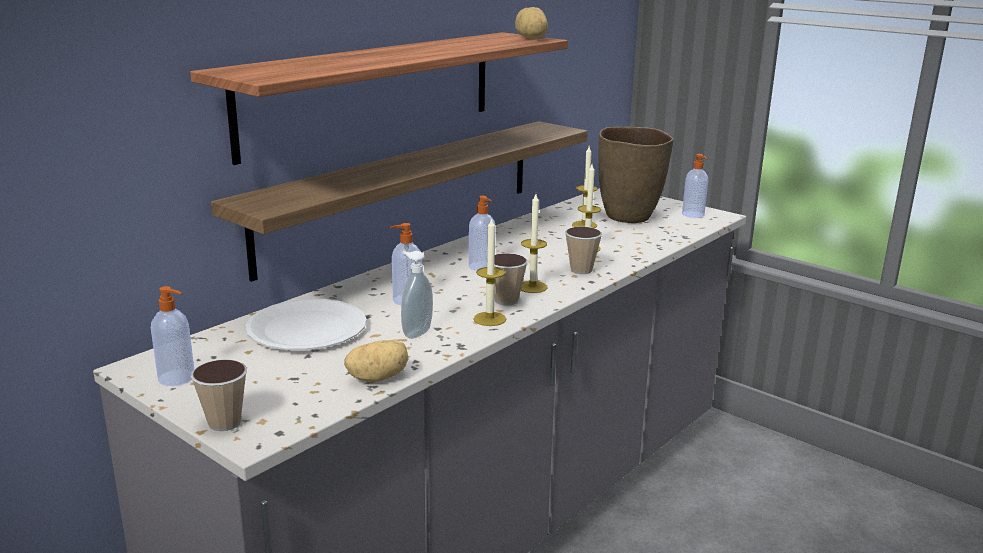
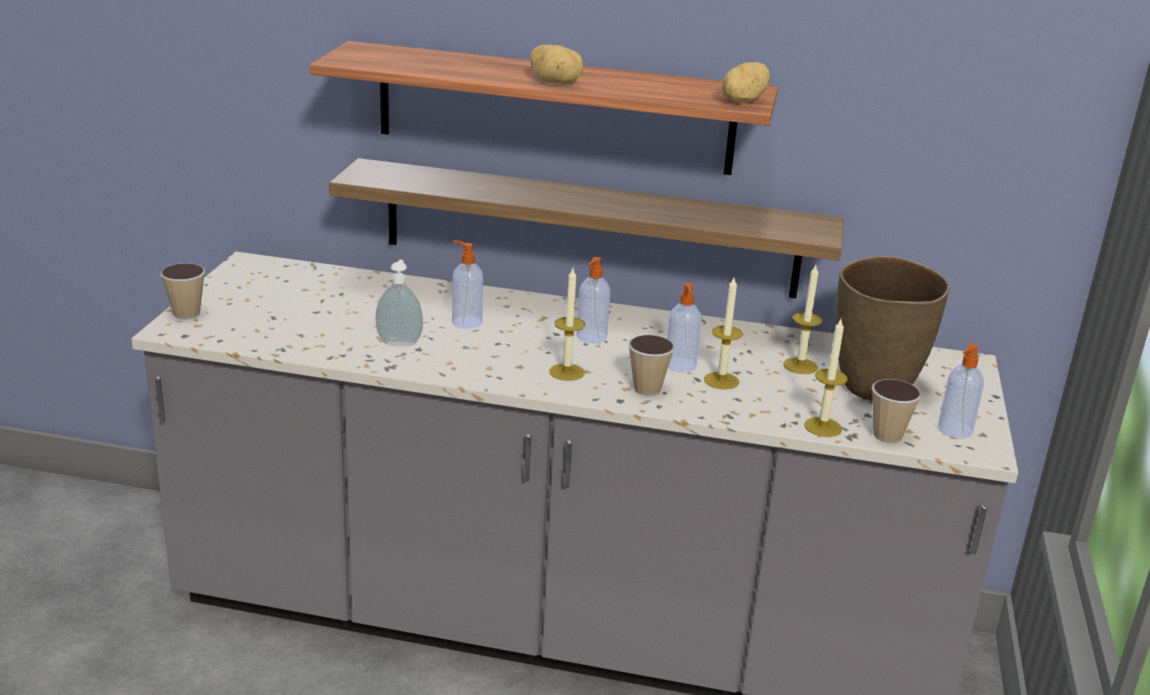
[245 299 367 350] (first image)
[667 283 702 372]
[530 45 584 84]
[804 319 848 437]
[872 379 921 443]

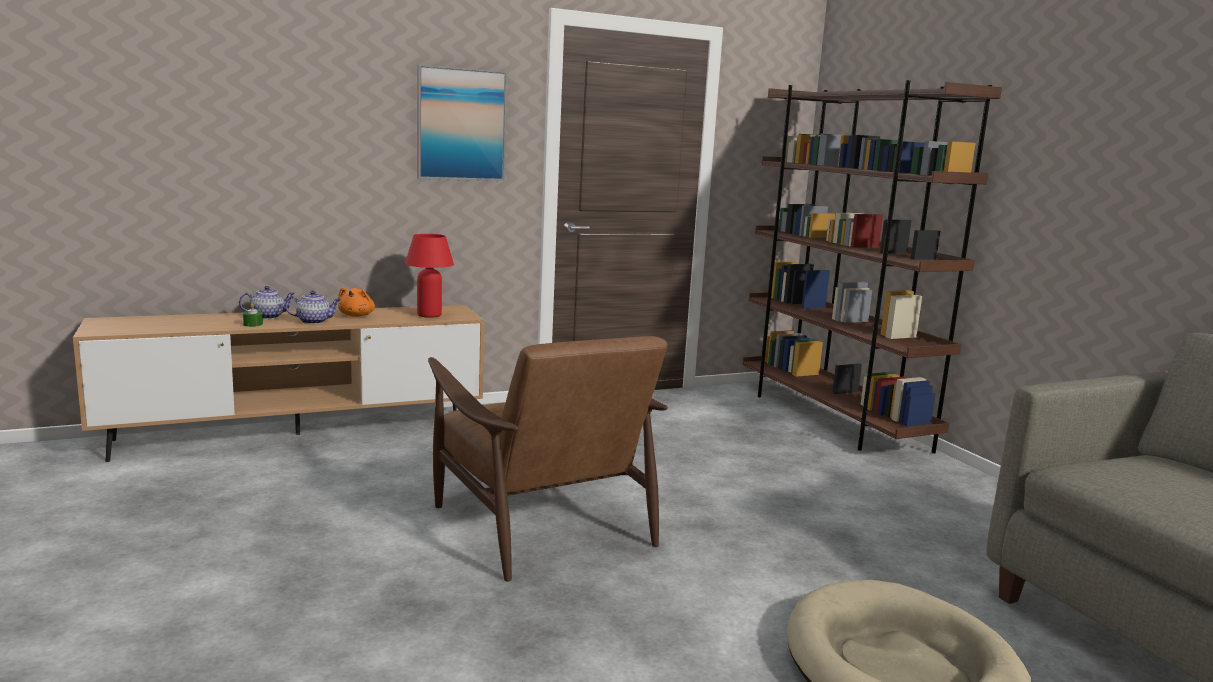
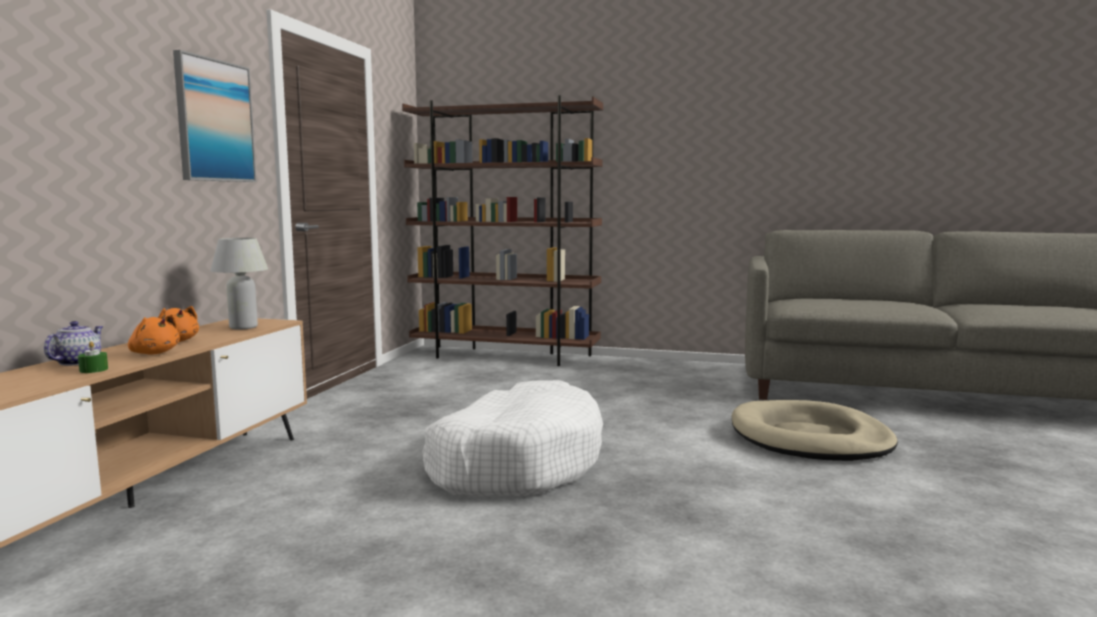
[128 314 180 355]
[422 380 603 497]
[210 238 268 329]

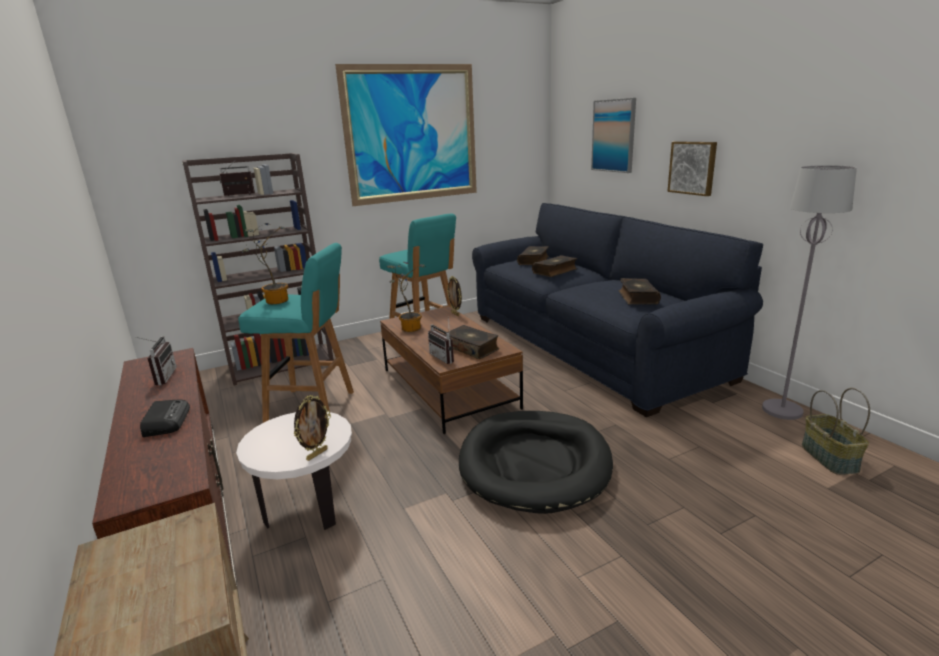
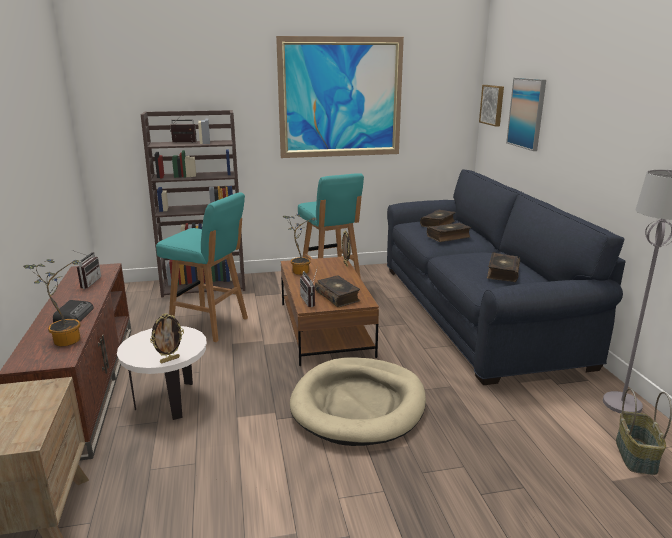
[23 259 81 346]
[479 85 504 127]
[290 357 426 446]

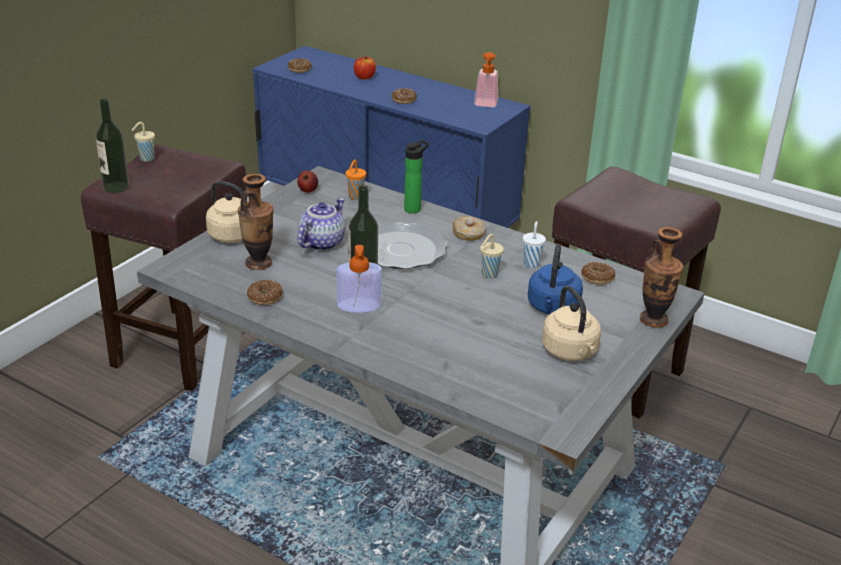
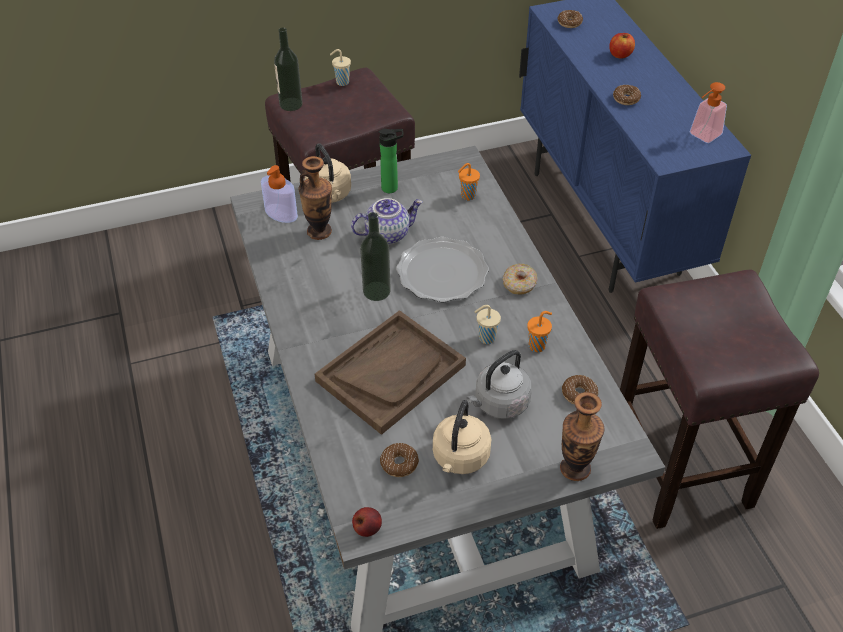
[315 310 466 435]
[380 443 419 477]
[352 507 382 537]
[261 165 298 223]
[379 129 403 193]
[527 311 552 352]
[466 350 532 419]

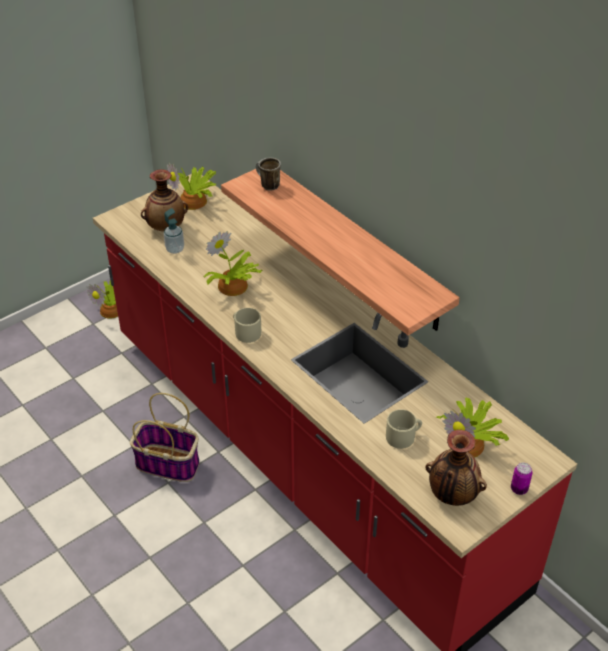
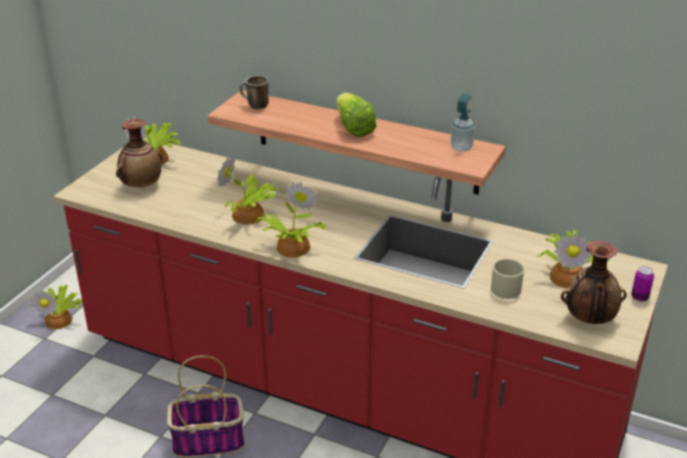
[336 93 377 137]
[451 94 475 152]
[256 182 327 257]

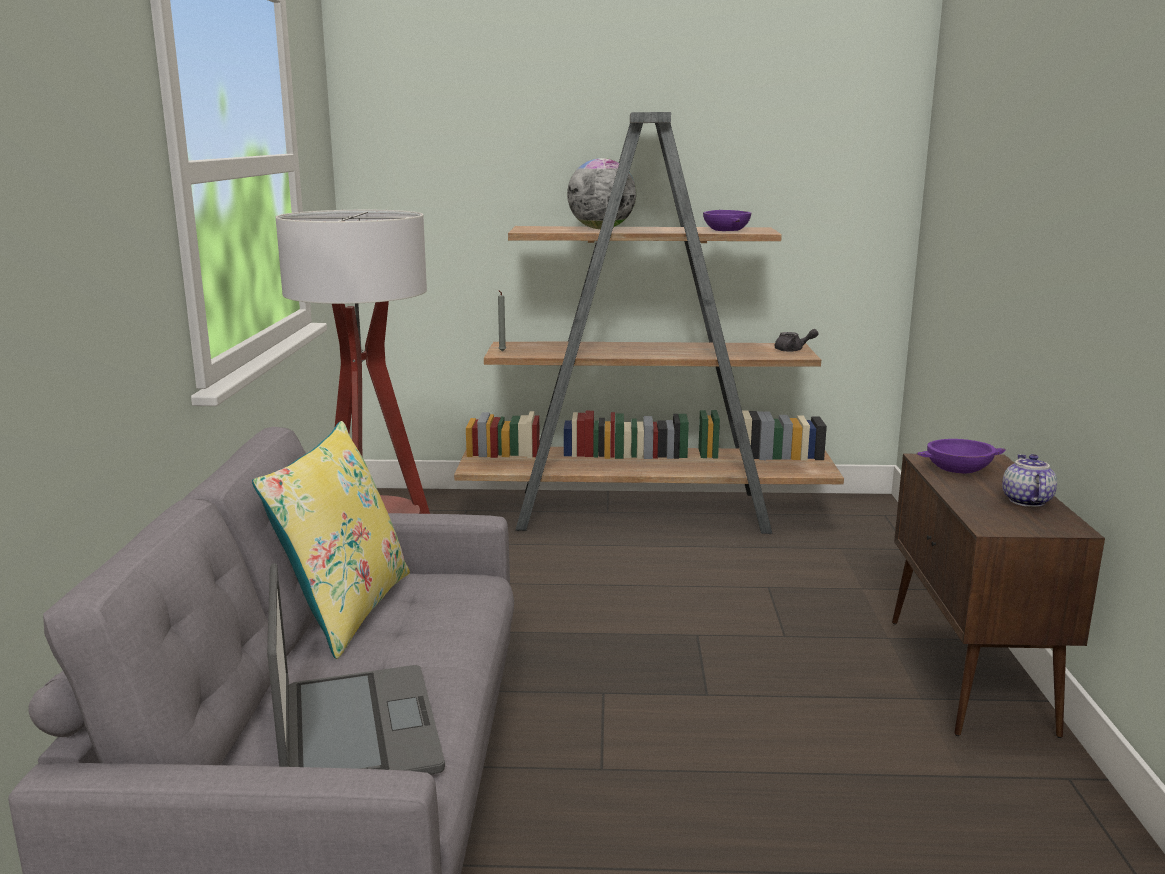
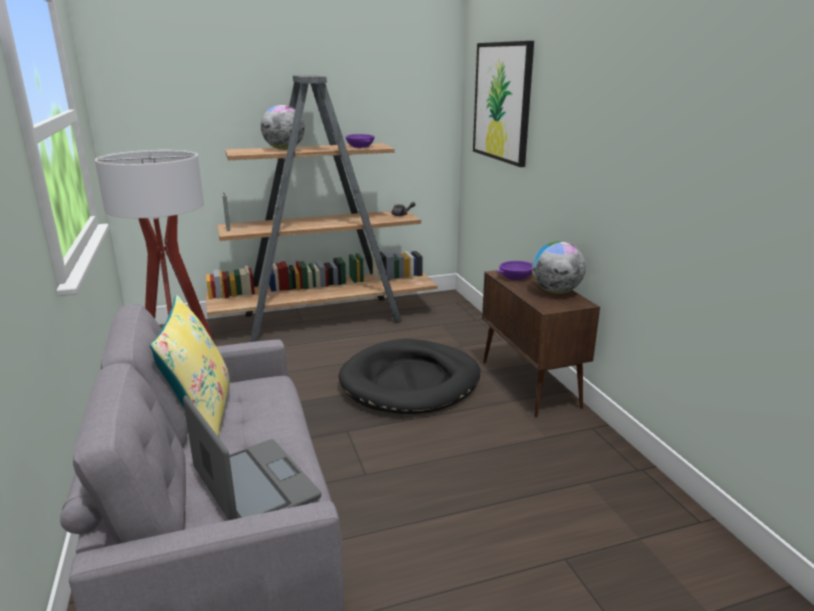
[338 339 480 414]
[473 41 534 167]
[532 241 586 294]

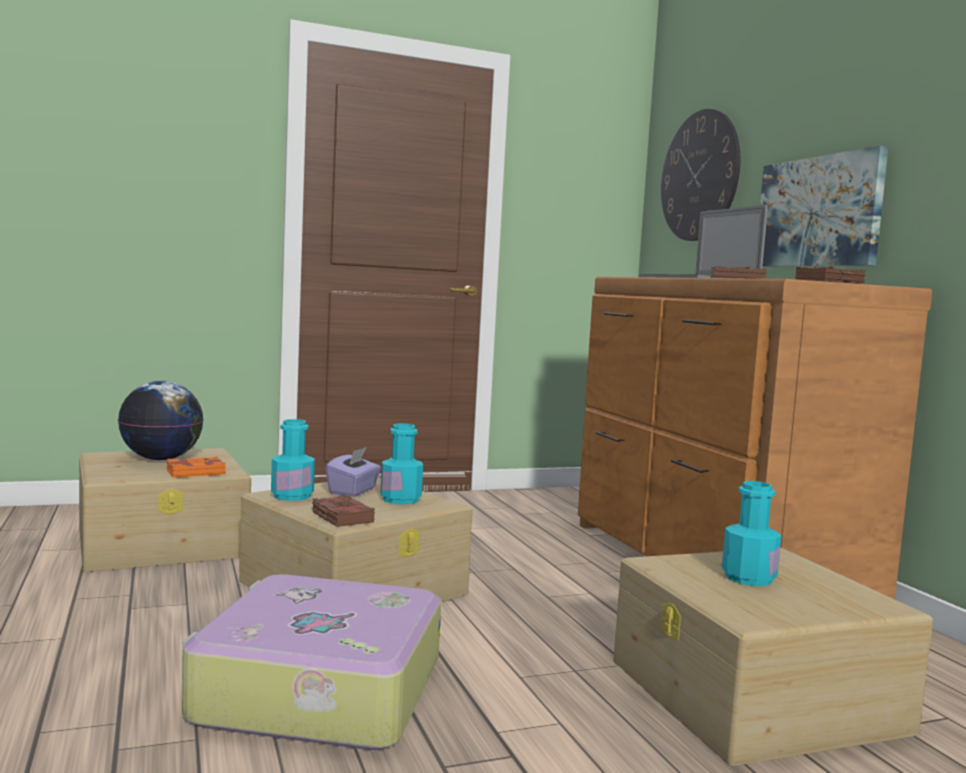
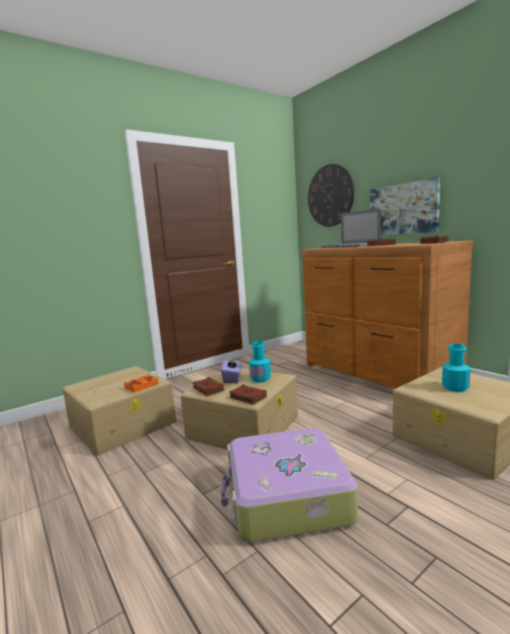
[118 381 204 460] (first image)
[193 377 224 396]

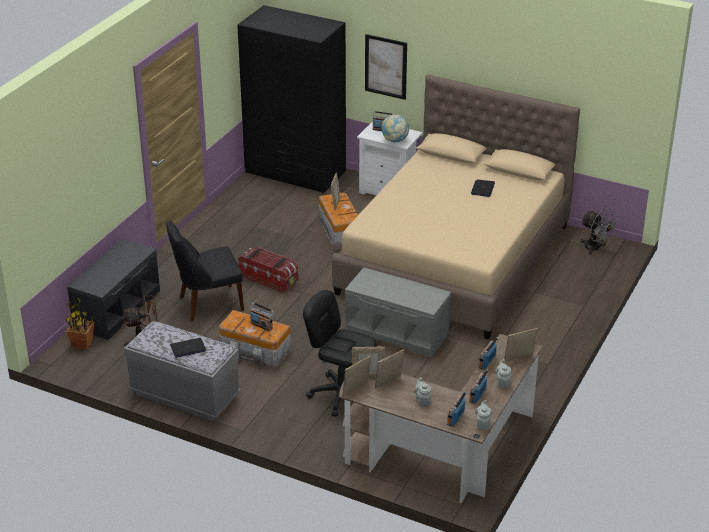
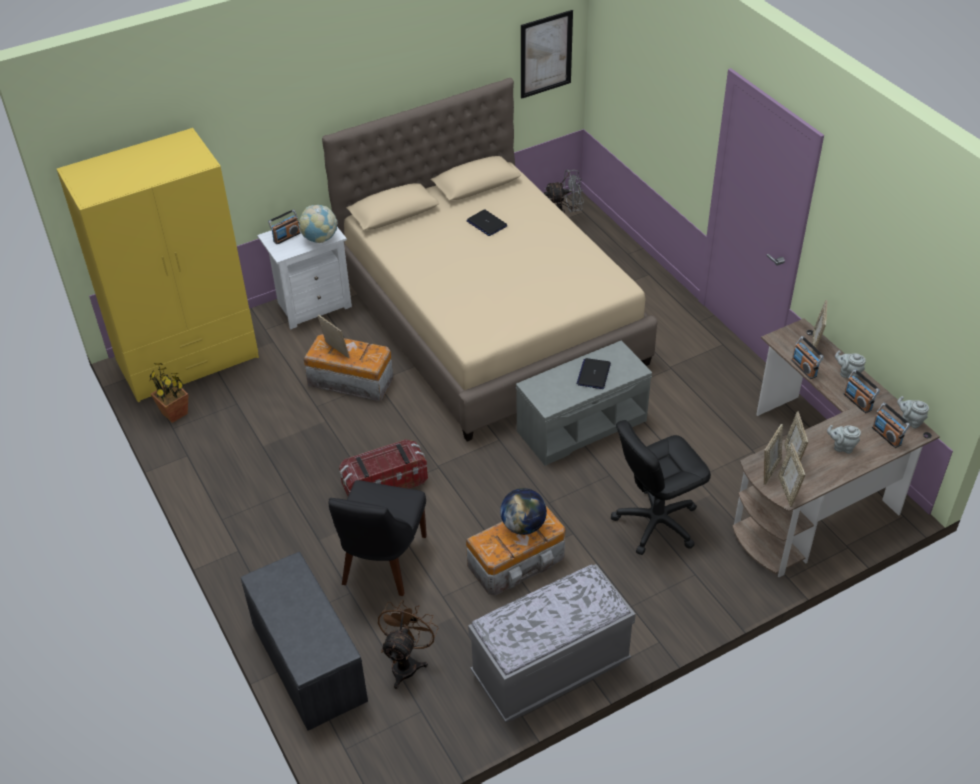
[150 363 188 423]
[576 358 611 389]
[521 10 573 98]
[500 488 547 535]
[57 128 259 402]

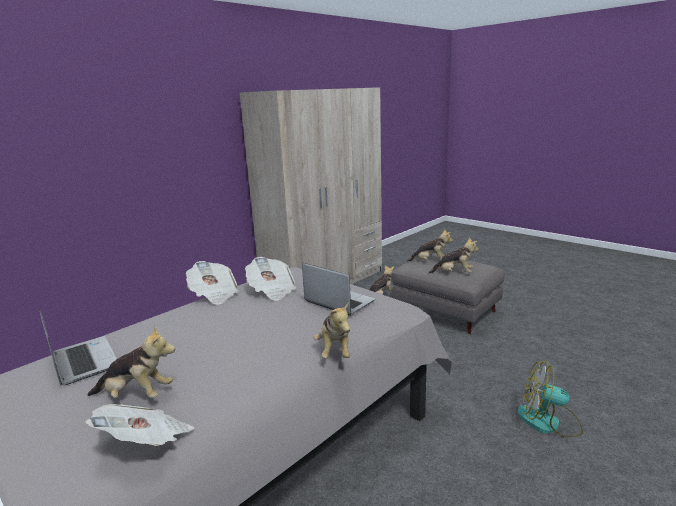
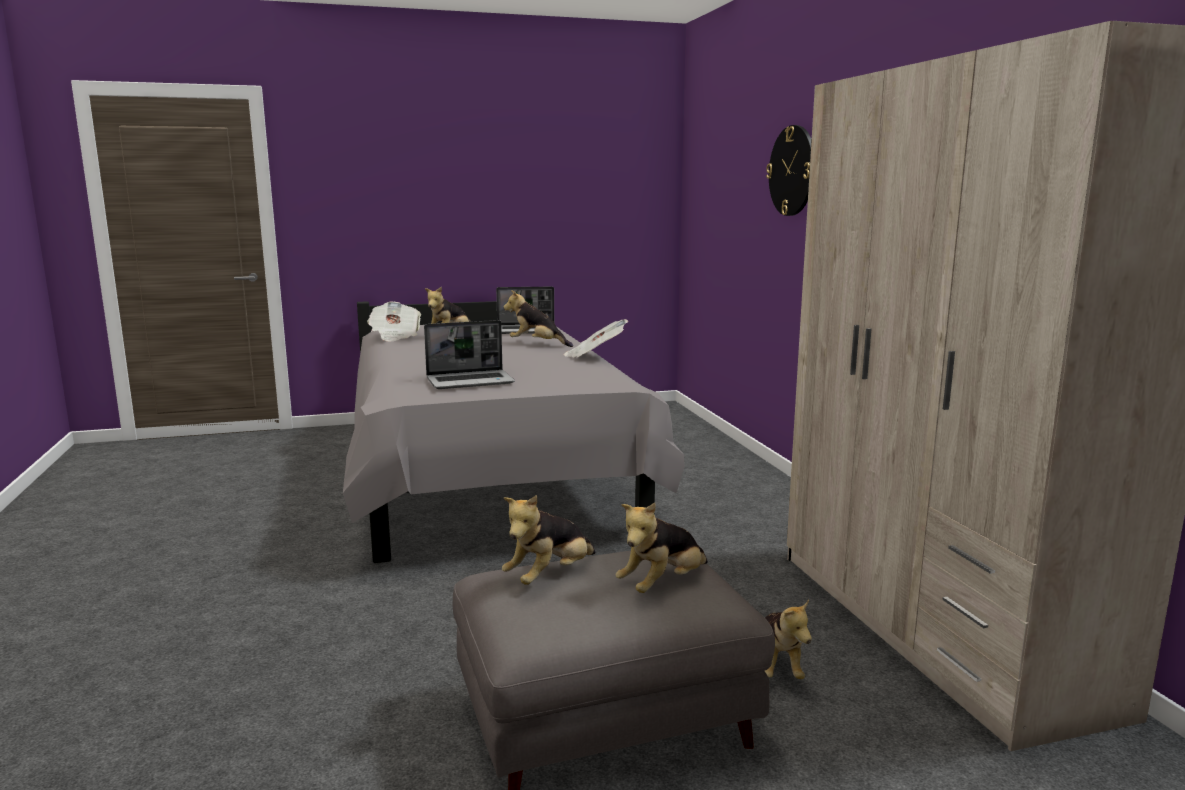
[245 257 296 301] (first image)
[518 360 583 437] (first image)
[766 125 812 216]
[503 290 573 347]

